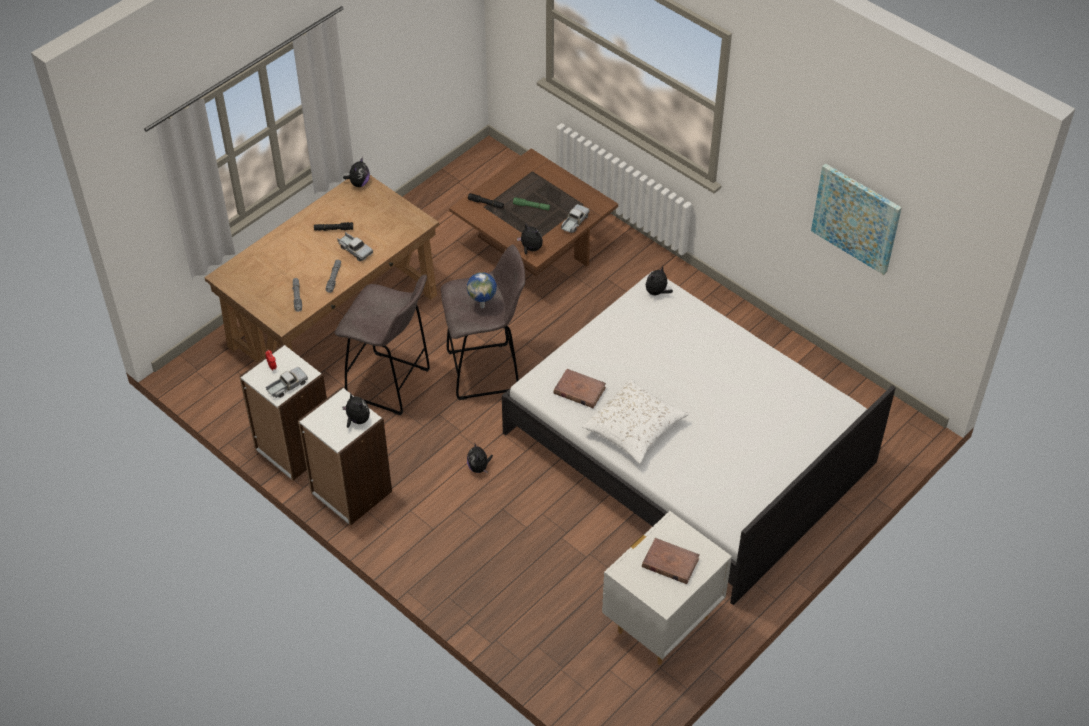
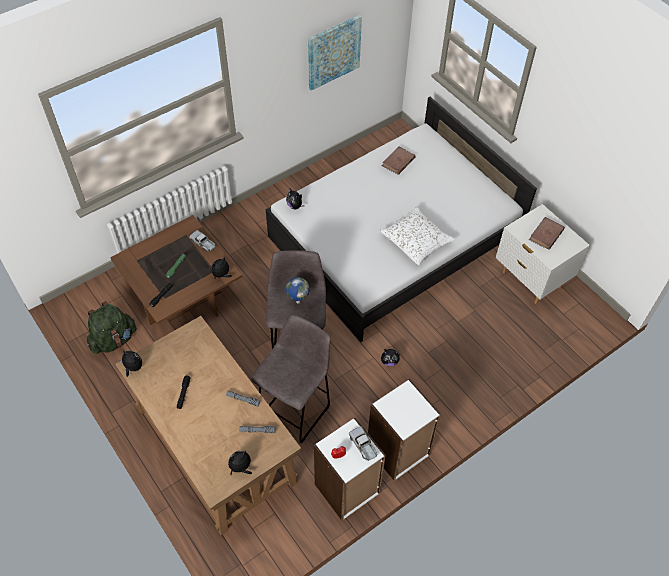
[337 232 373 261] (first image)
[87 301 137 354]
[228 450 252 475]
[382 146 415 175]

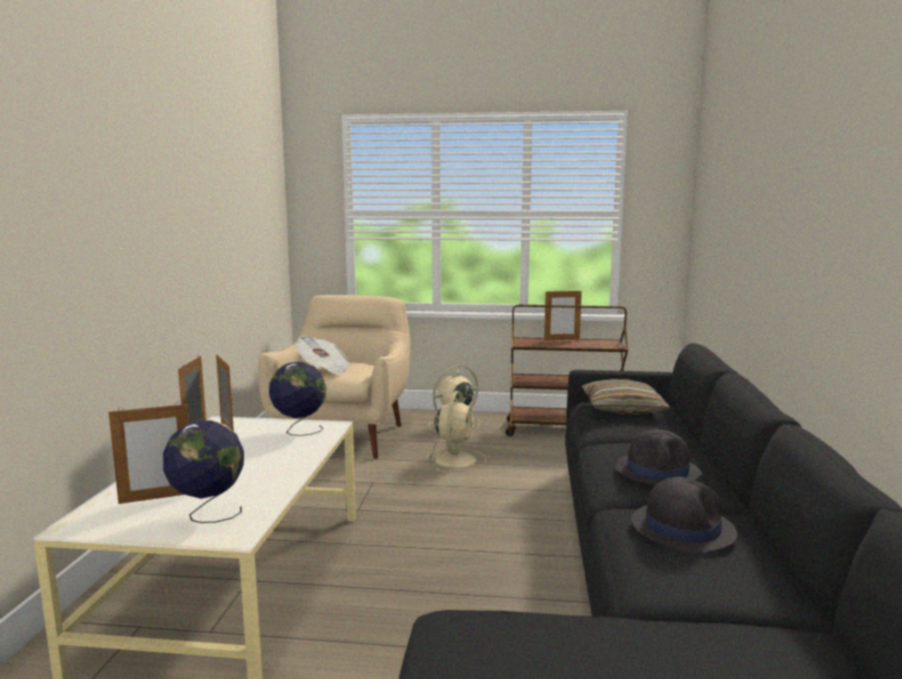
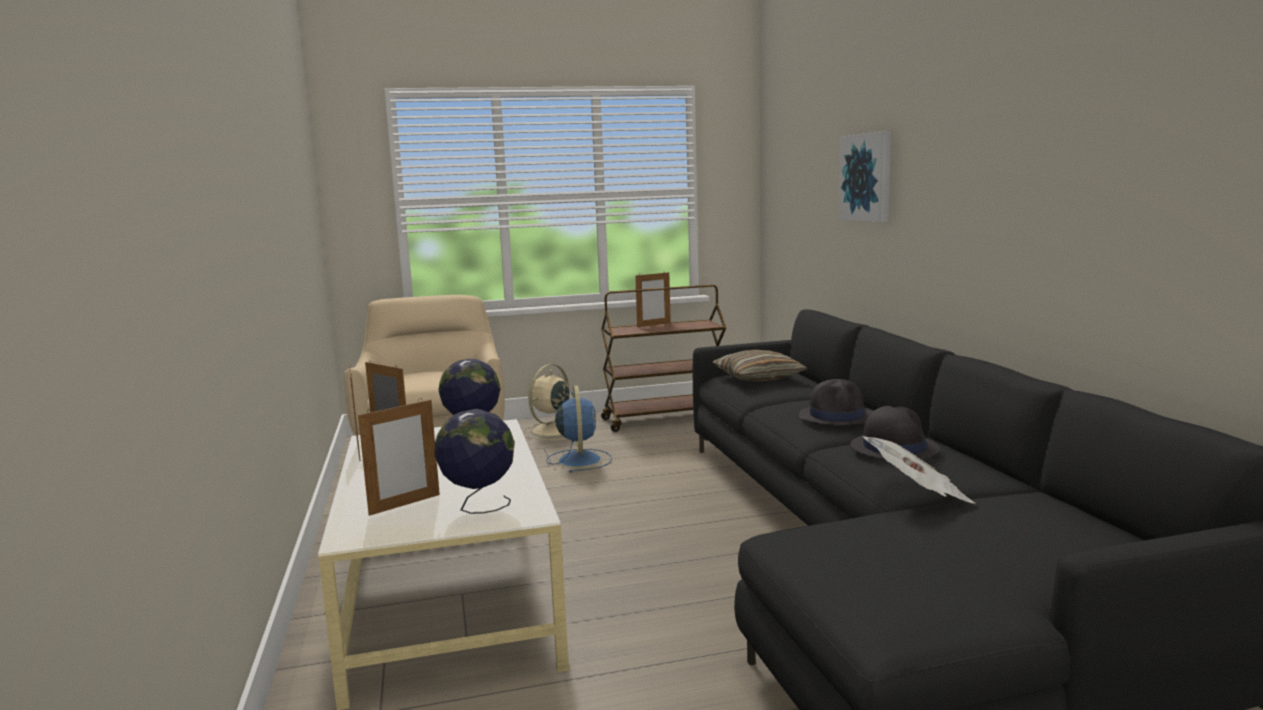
[839 131 891 222]
[862 436 975 504]
[546 385 612 473]

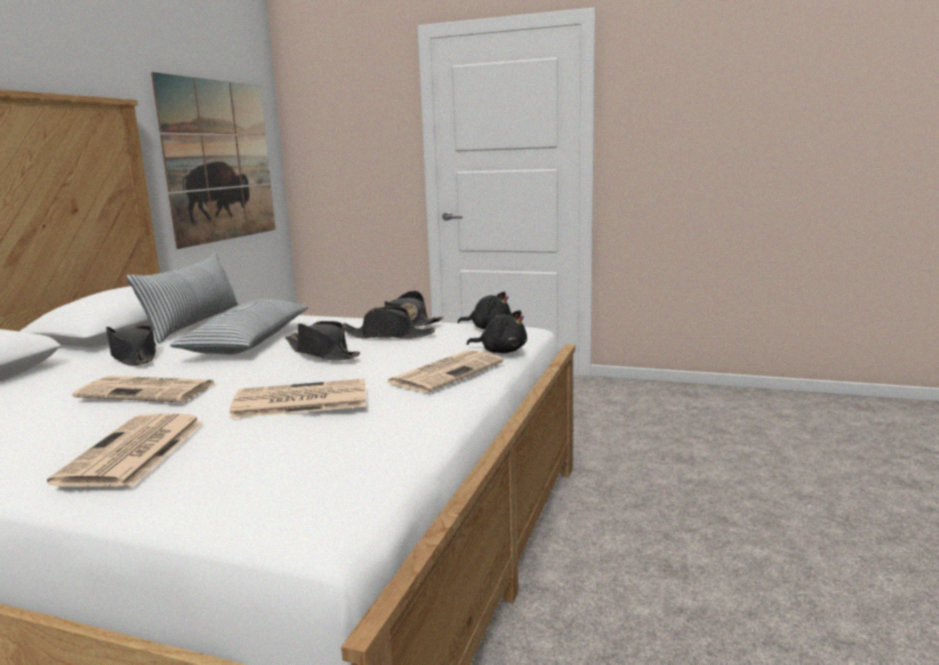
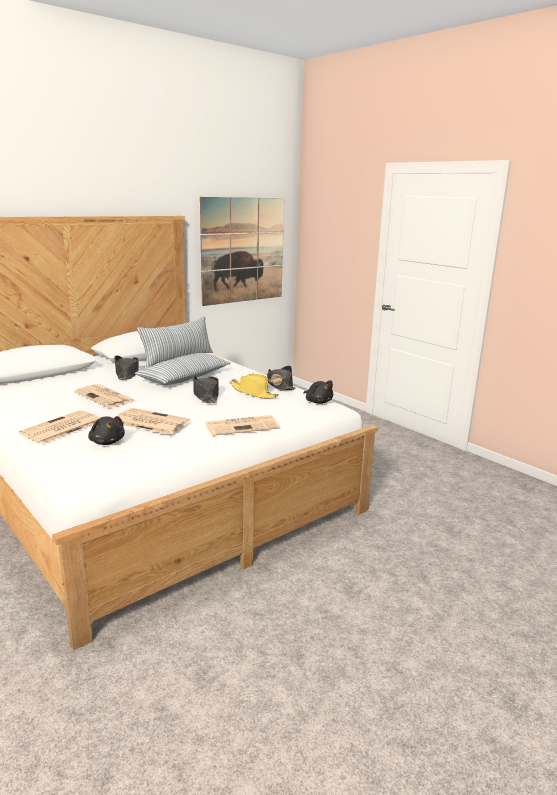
[88 416 125 445]
[230 374 279 398]

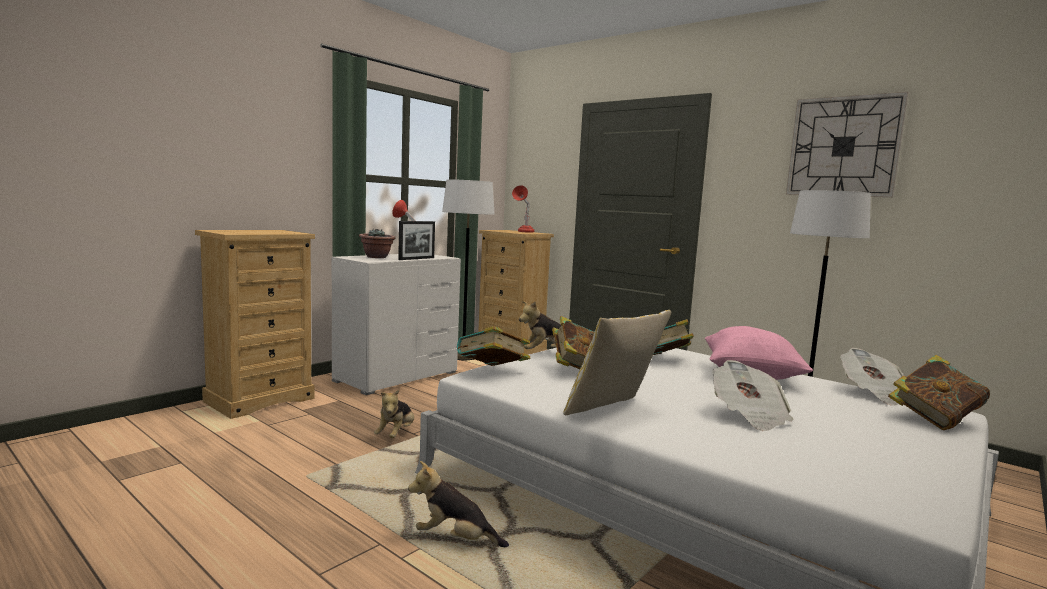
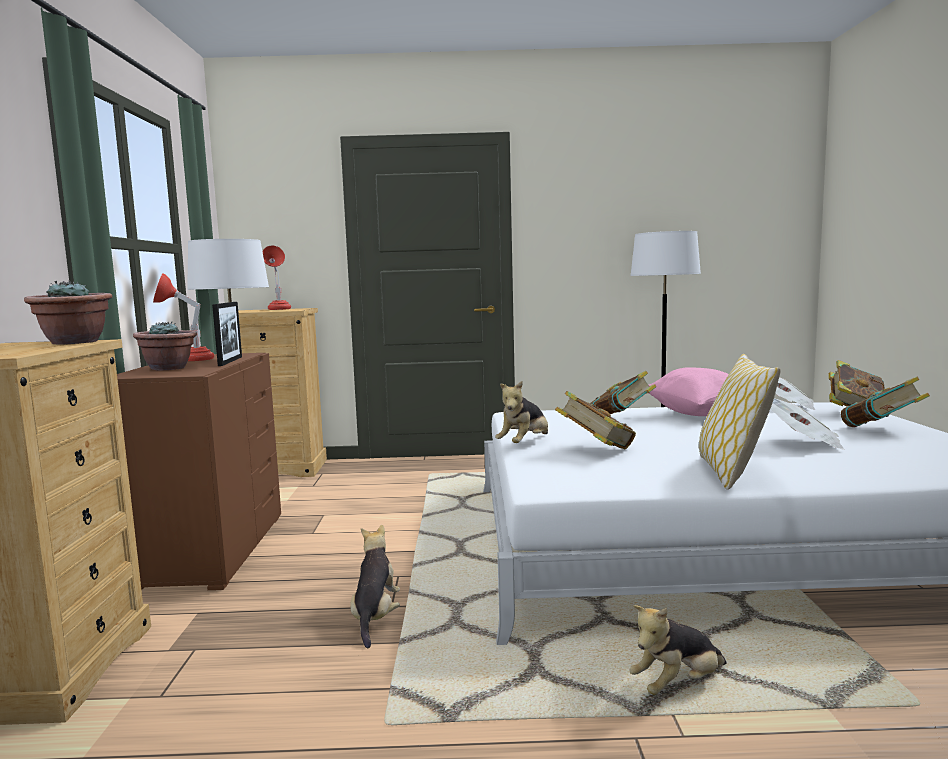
[786 92 909 197] (first image)
[24 281 112 345]
[841 377 930 427]
[117 353 281 590]
[350 525 400 648]

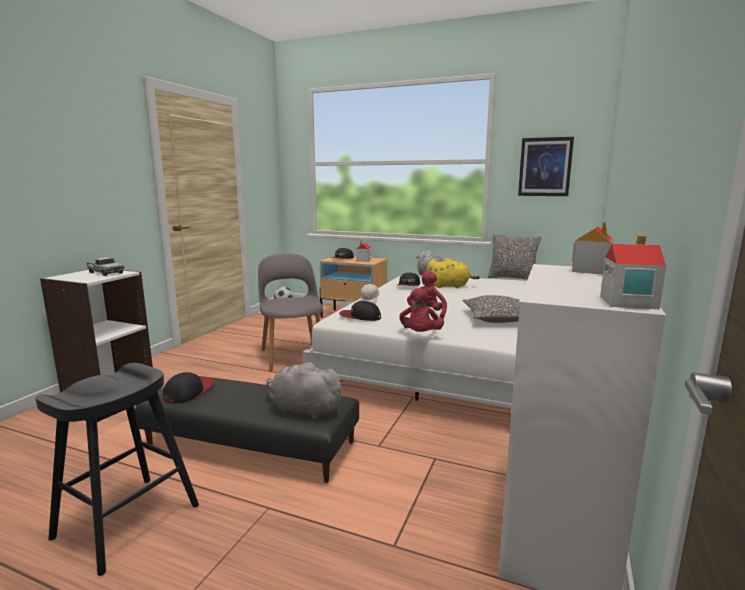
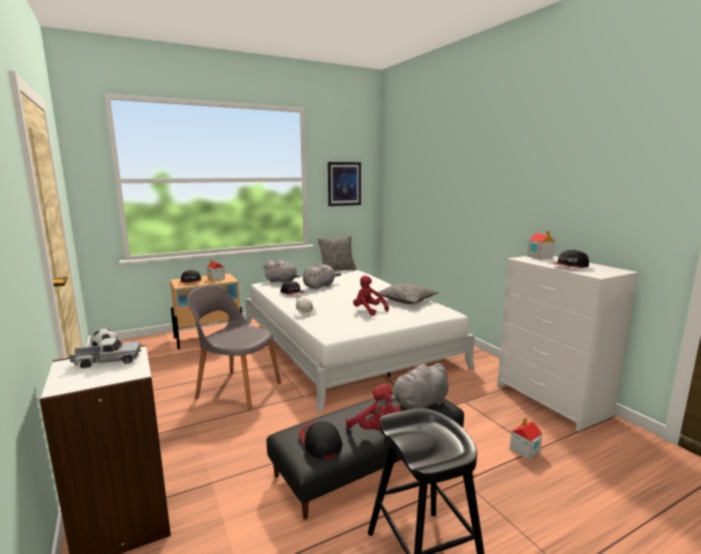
[551 250 589 268]
[346 384 402 431]
[510 417 542 460]
[303 263 341 289]

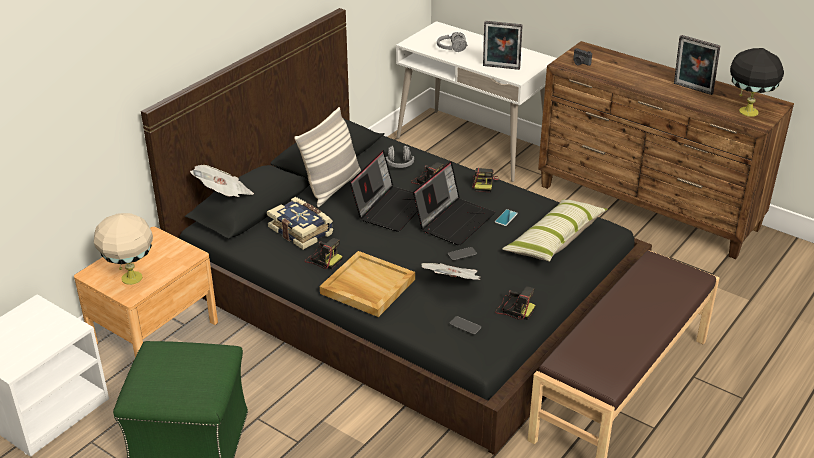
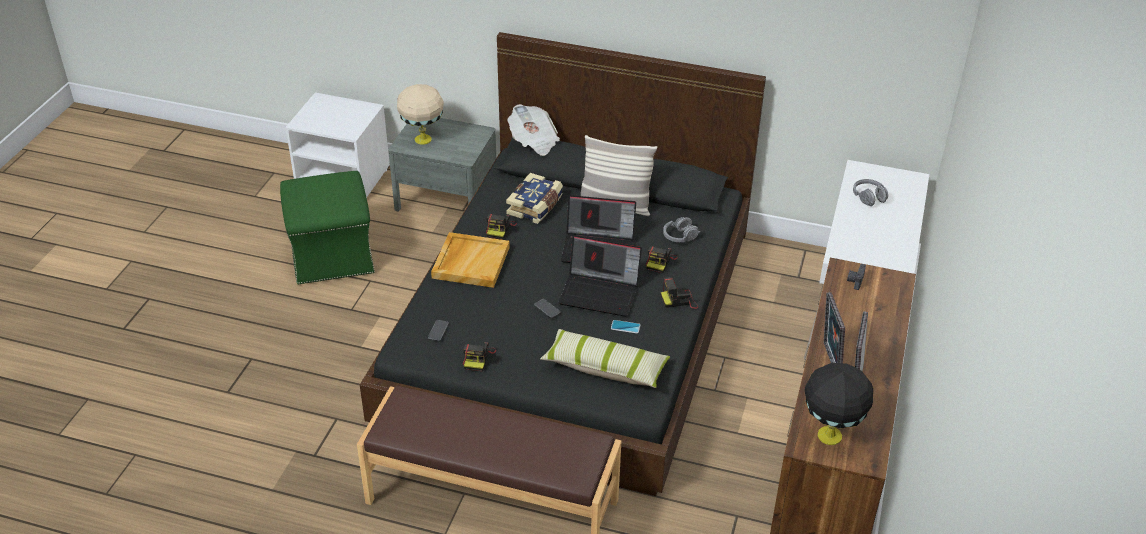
[421 263 480 280] (first image)
[824 292 845 363]
[388 118 496 212]

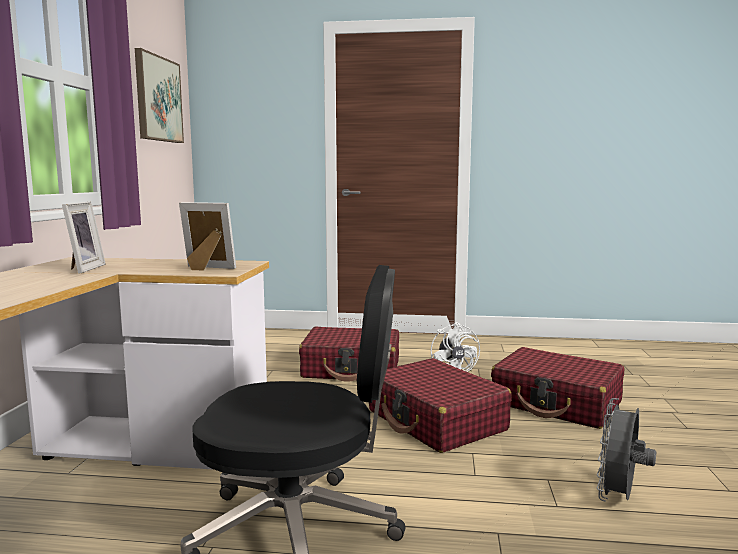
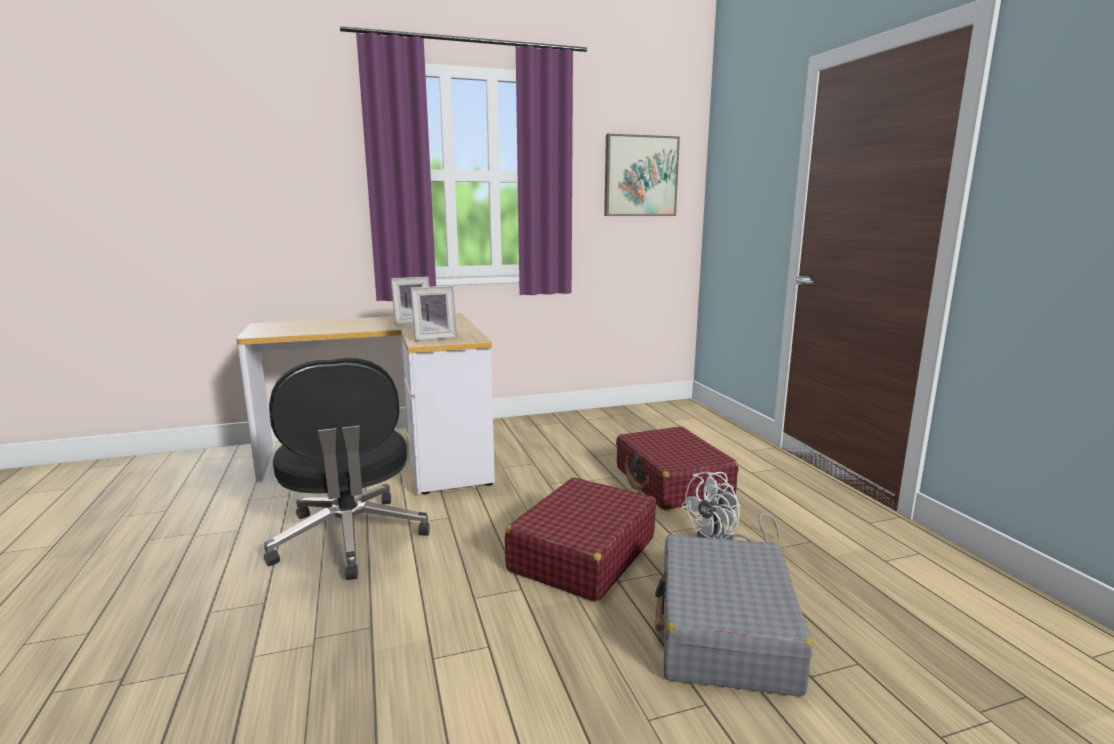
[597 398 656 502] (first image)
[655 535 813 697]
[410 286 457 341]

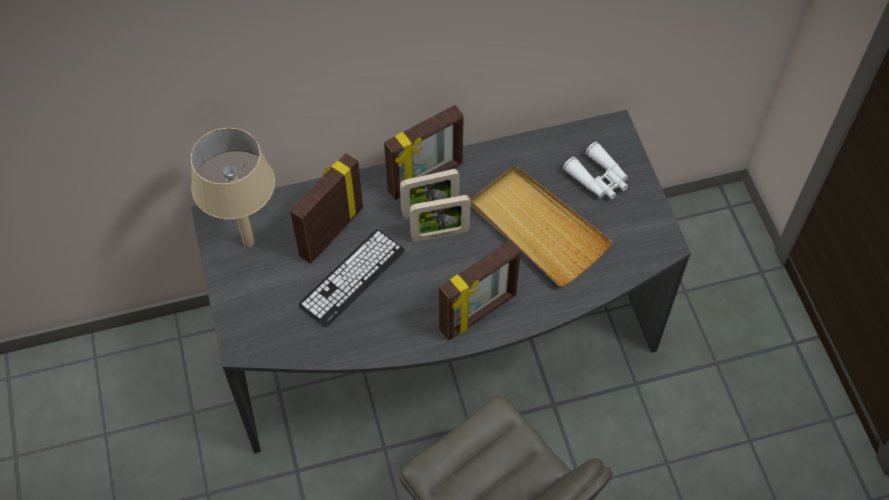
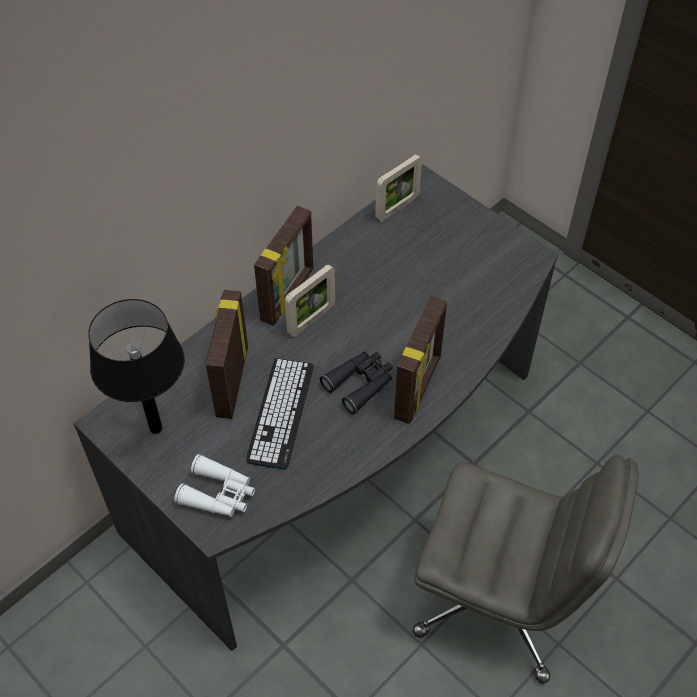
[470 165 612 287] (first image)
[320 351 393 414]
[375 154 422 222]
[174 454 255 517]
[88 299 185 434]

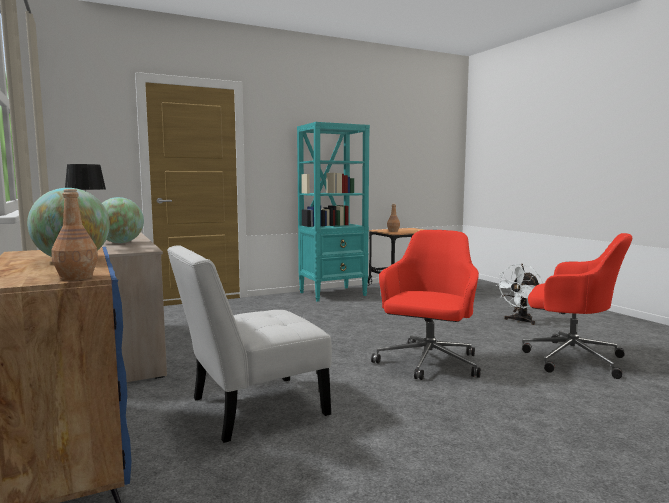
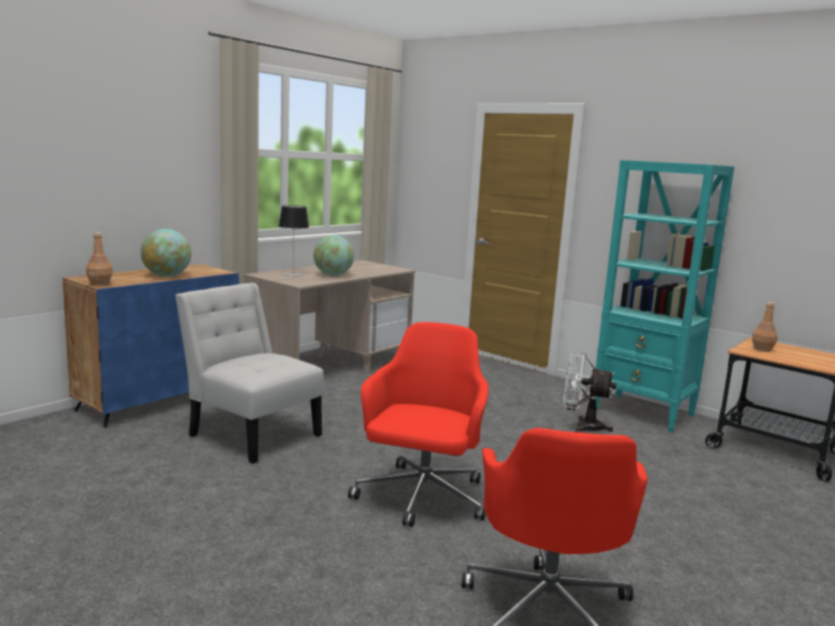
[564 352 617 433]
[348 322 489 527]

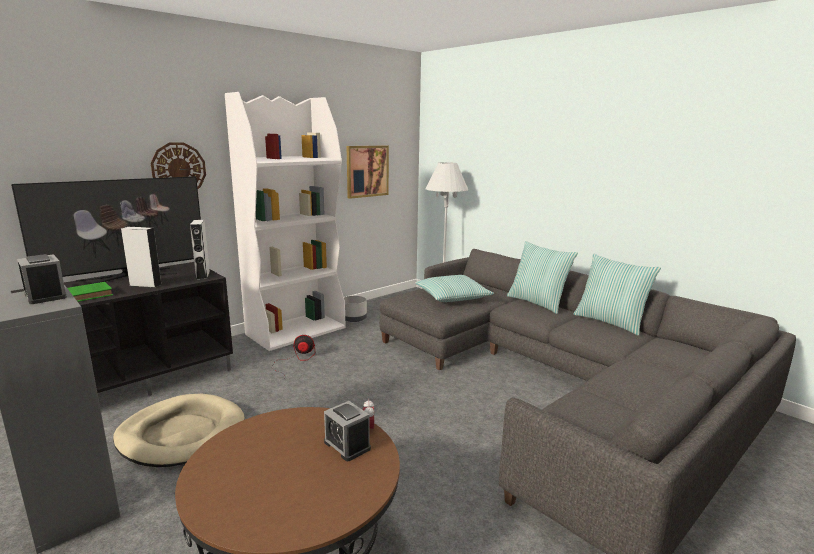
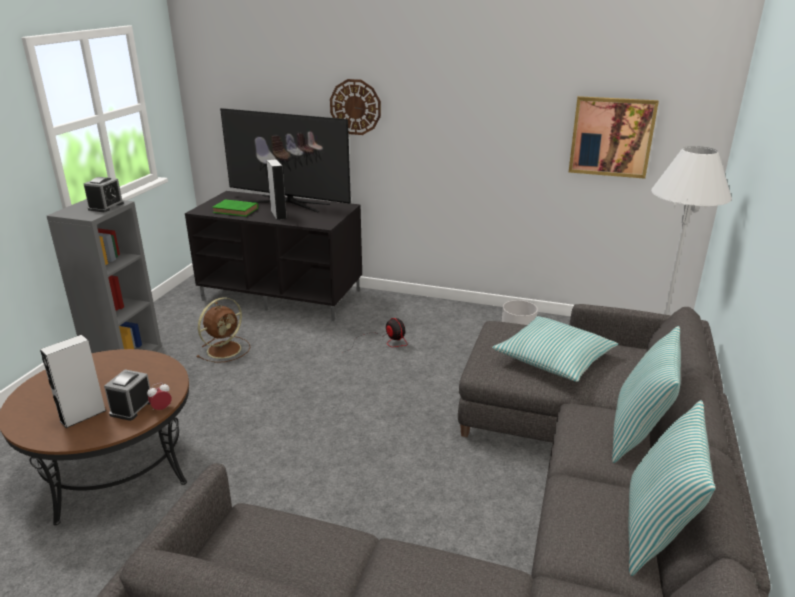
[225 92 346 351] (first image)
[40 335 107 428]
[197 297 251 363]

